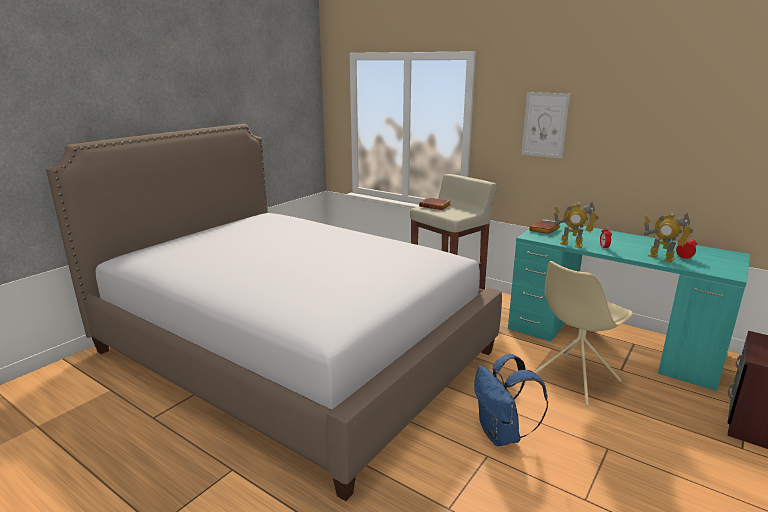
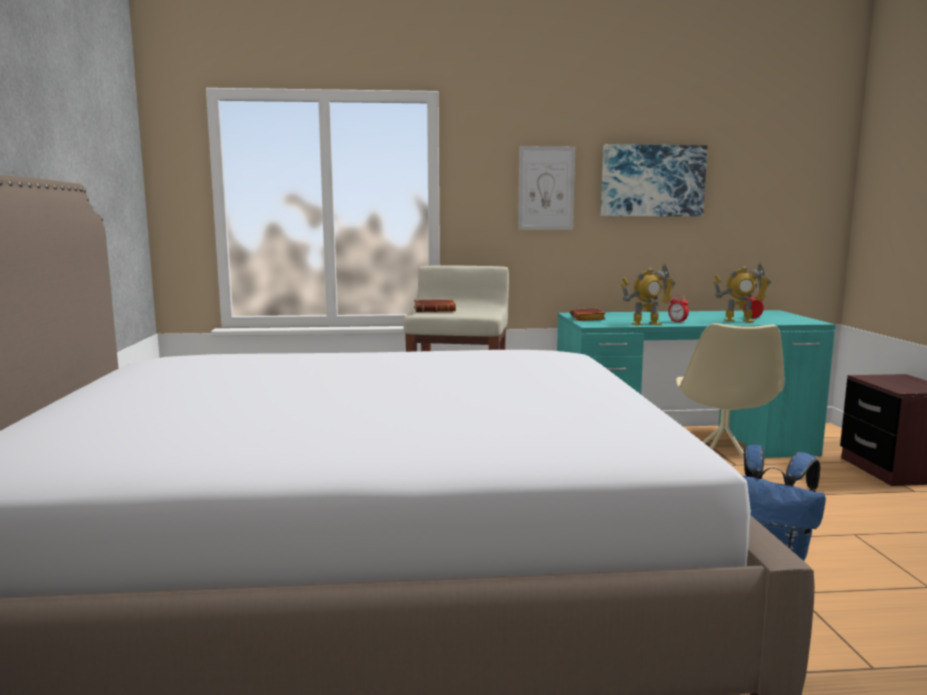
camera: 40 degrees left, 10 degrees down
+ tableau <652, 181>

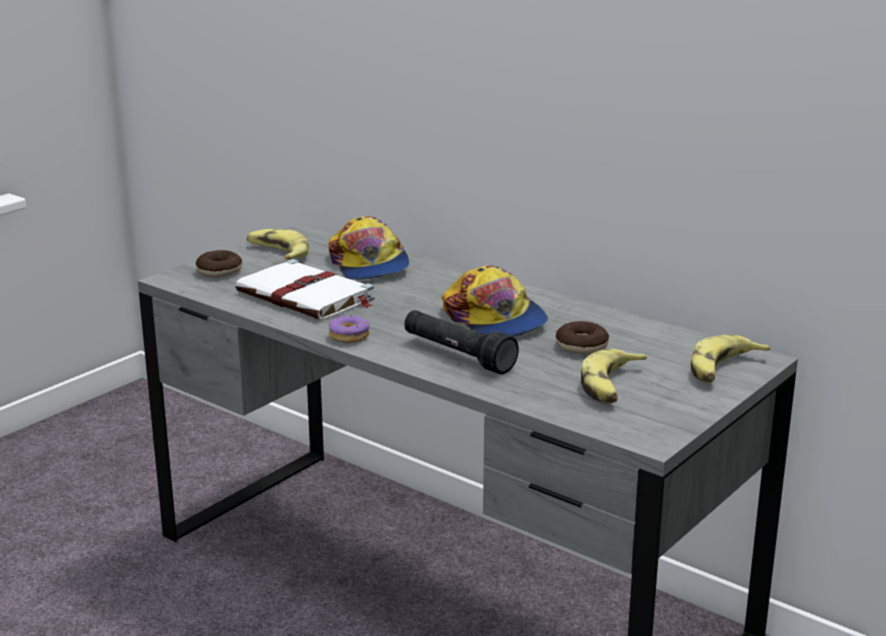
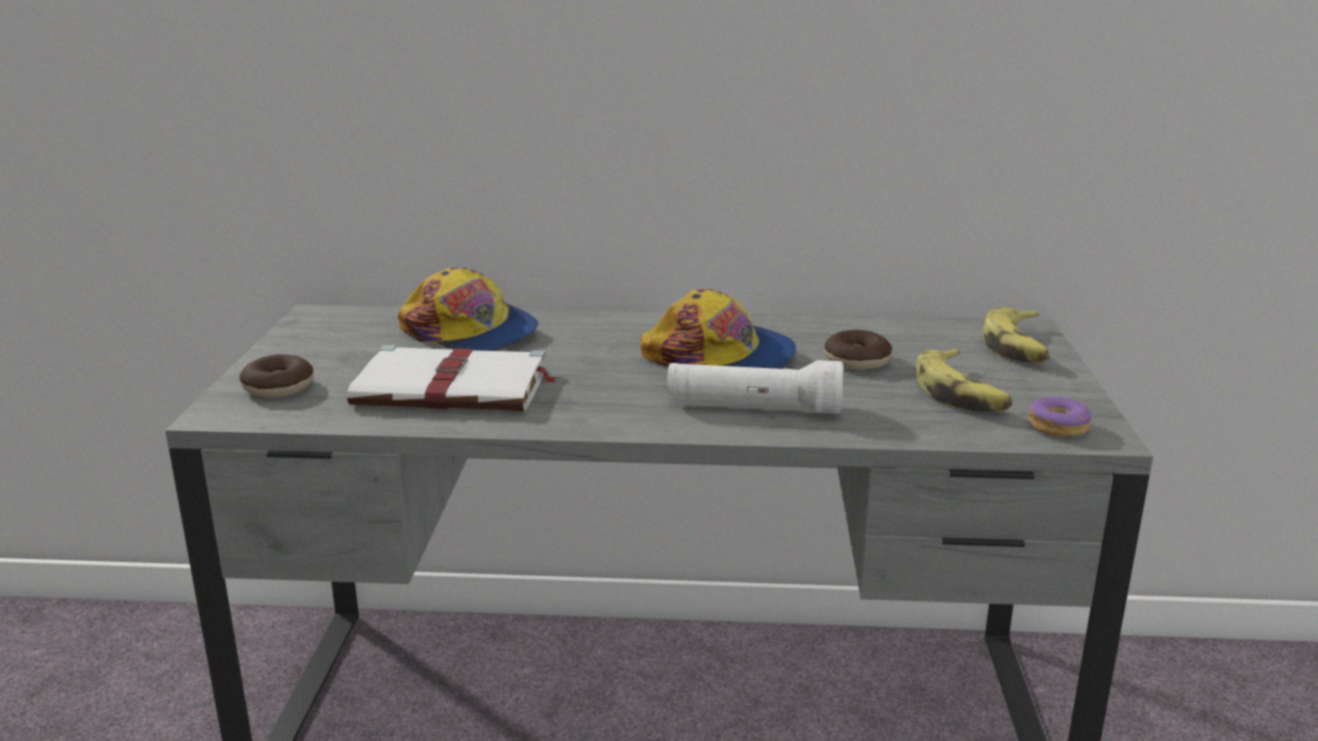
camera: 35 degrees left, 0 degrees up
~ lampe de poche (noir) <457, 355> to lampe de poche (blanc) <753, 407>
~ beignet <349, 336> to <1058, 427>
- banane <278, 253>

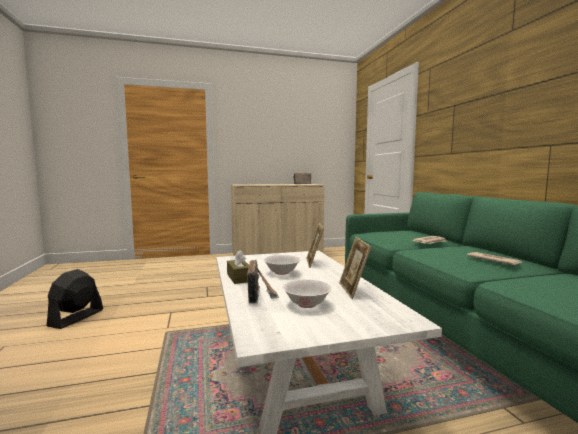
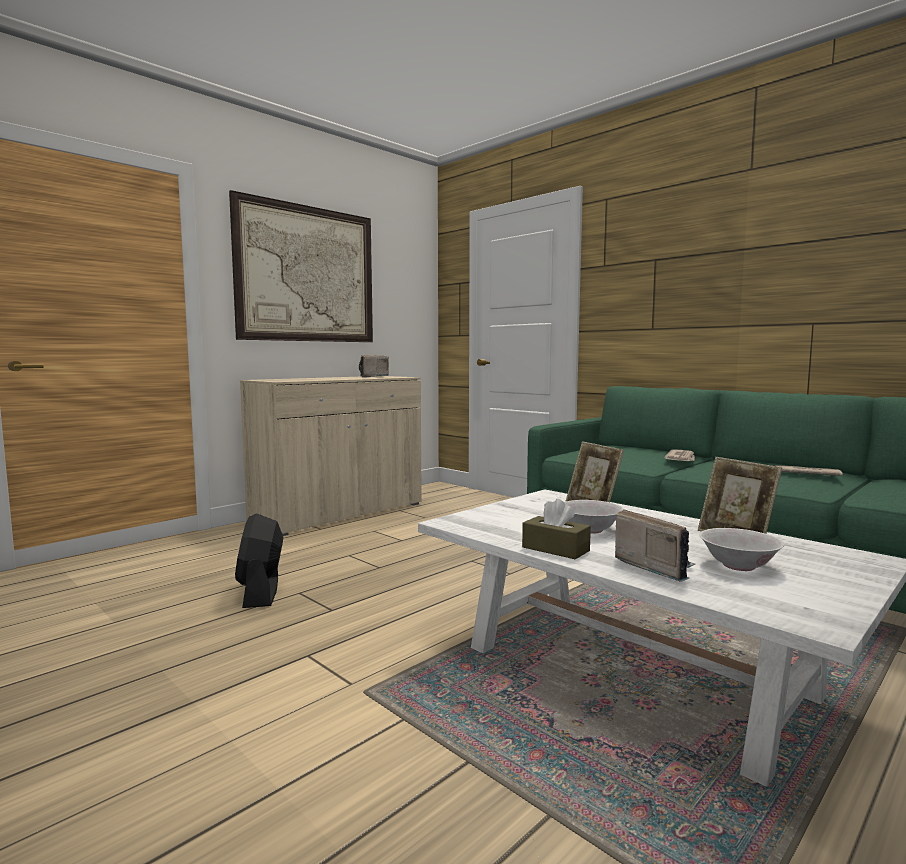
camera: 30 degrees left, 0 degrees up
+ tableau <307, 274>
~ ventilateur (noir) <76, 318> to <261, 592>

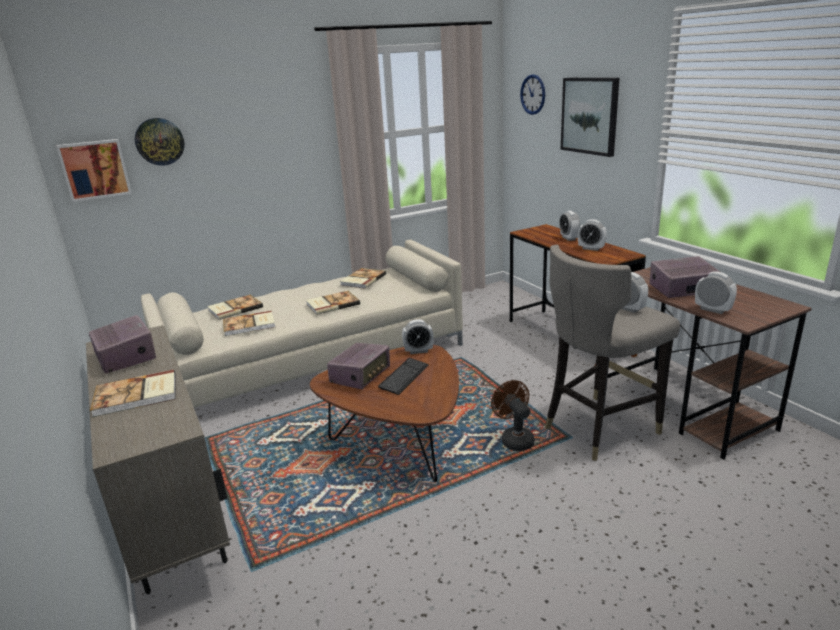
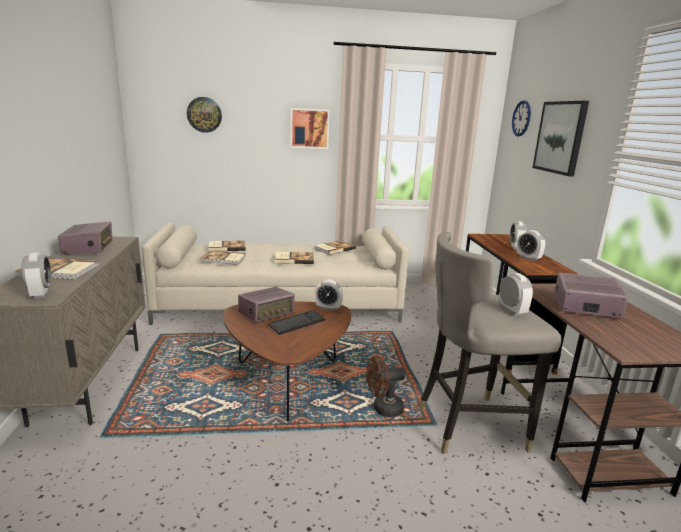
camera: 20 degrees right, 5 degrees down
~ réveil <712, 310> to <40, 294>
~ tableau <95, 169> to <309, 128>
~ ventilateur (marron) <514, 439> = <383, 409> 105 degrees counterclockwise

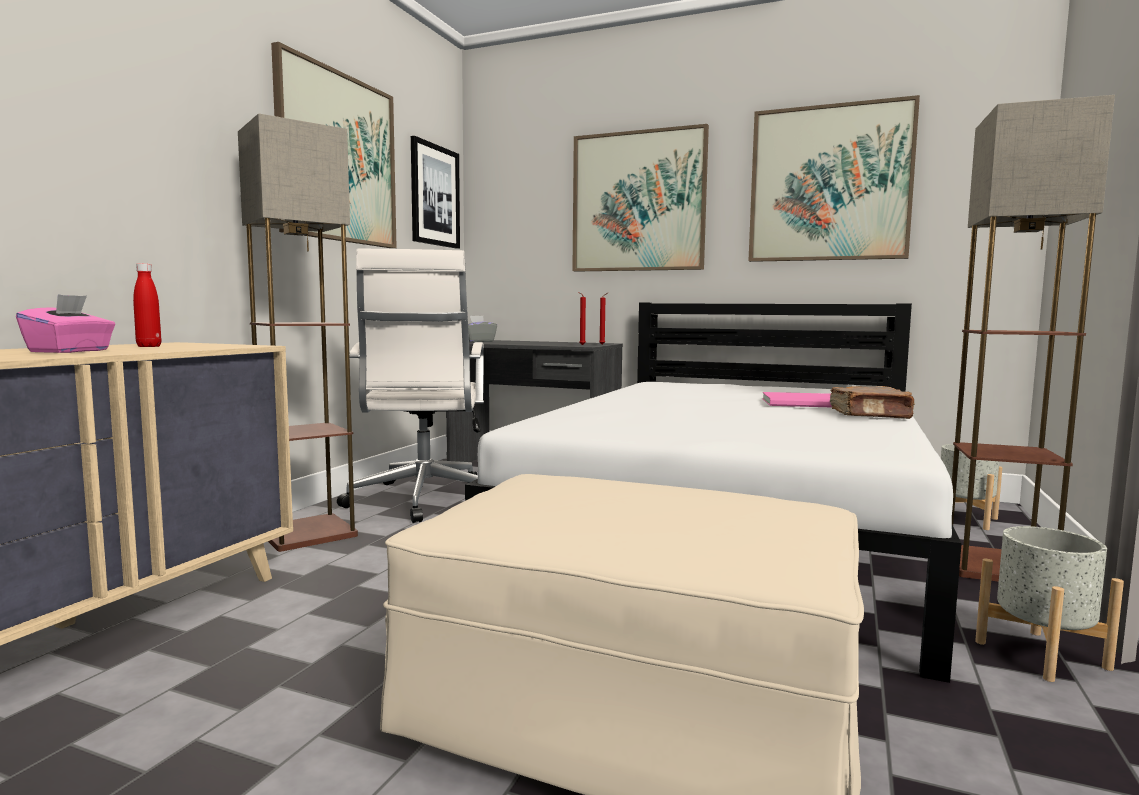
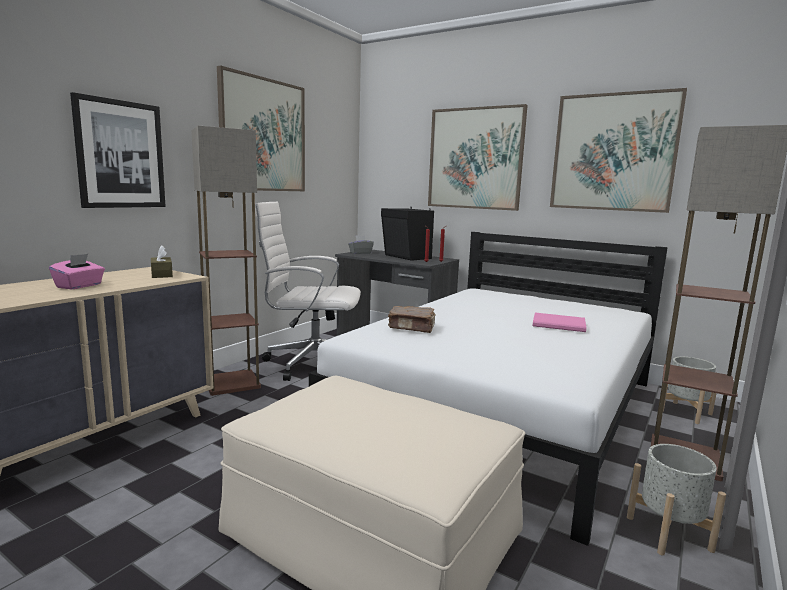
camera: 10 degrees right, 5 degrees up
~ tableau <434, 195> to <120, 154>
+ boîte à mouchoirs (marron) <162, 274>
~ chaise de bureau (blanc) <423, 501> = <311, 363> 90 degrees clockwise
+ enceinte (noir) <406, 257>
~ livre (marron) <871, 415> to <412, 327>
- bouteille (rouge) <149, 346>

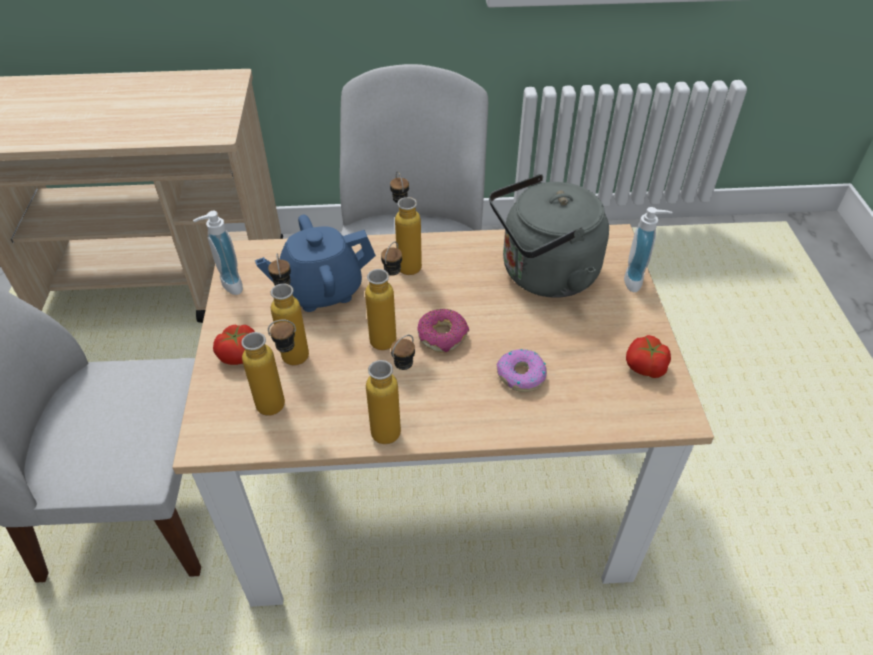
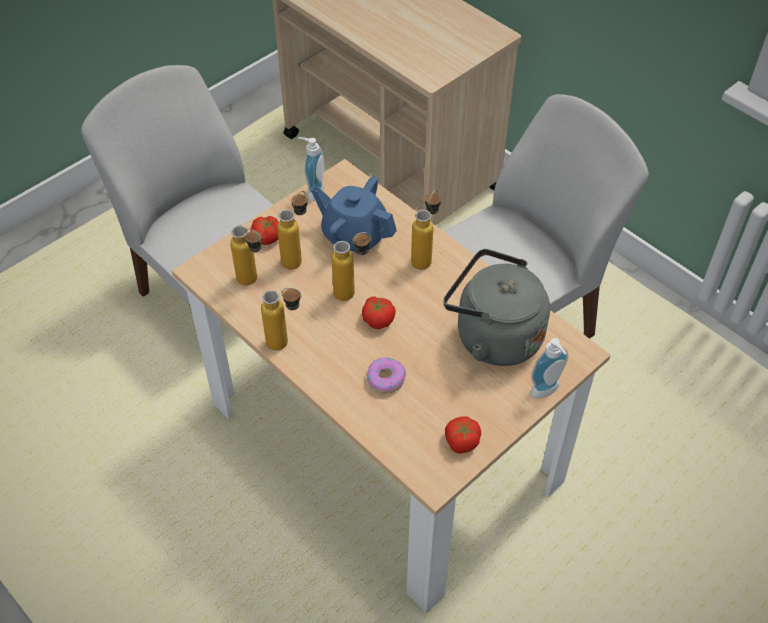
camera: 50 degrees right, 5 degrees up
~ beignet <442, 336> to tomate <378, 319>

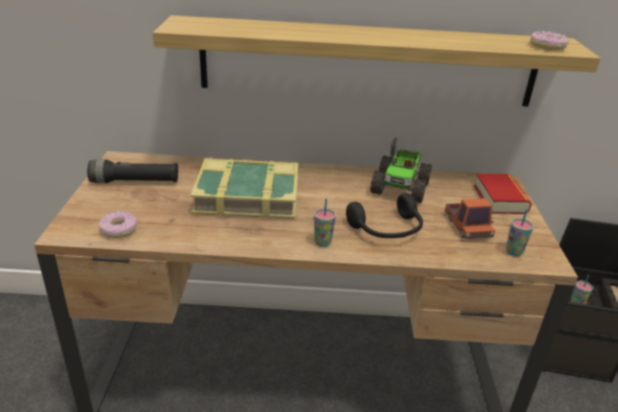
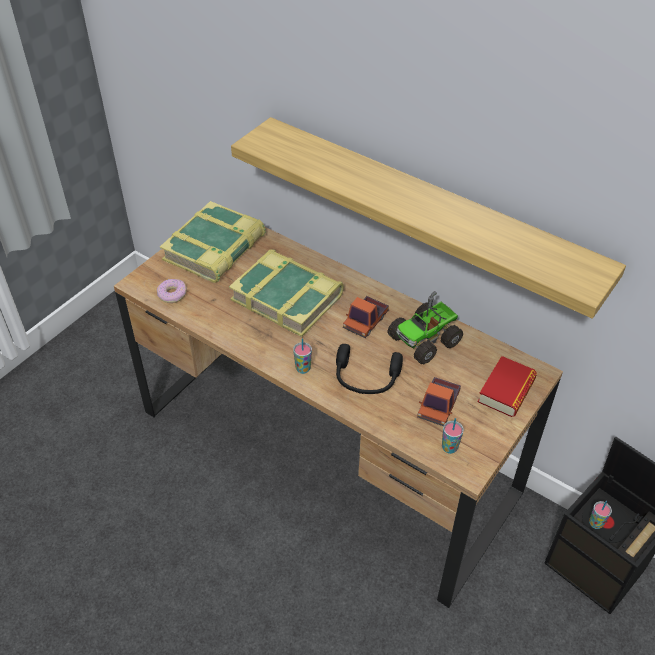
camera: 35 degrees right, 15 degrees up
~ lampe de poche (noir) <135, 182> to livre <215, 249>
+ camion jouet <365, 321>
- beignet <547, 46>

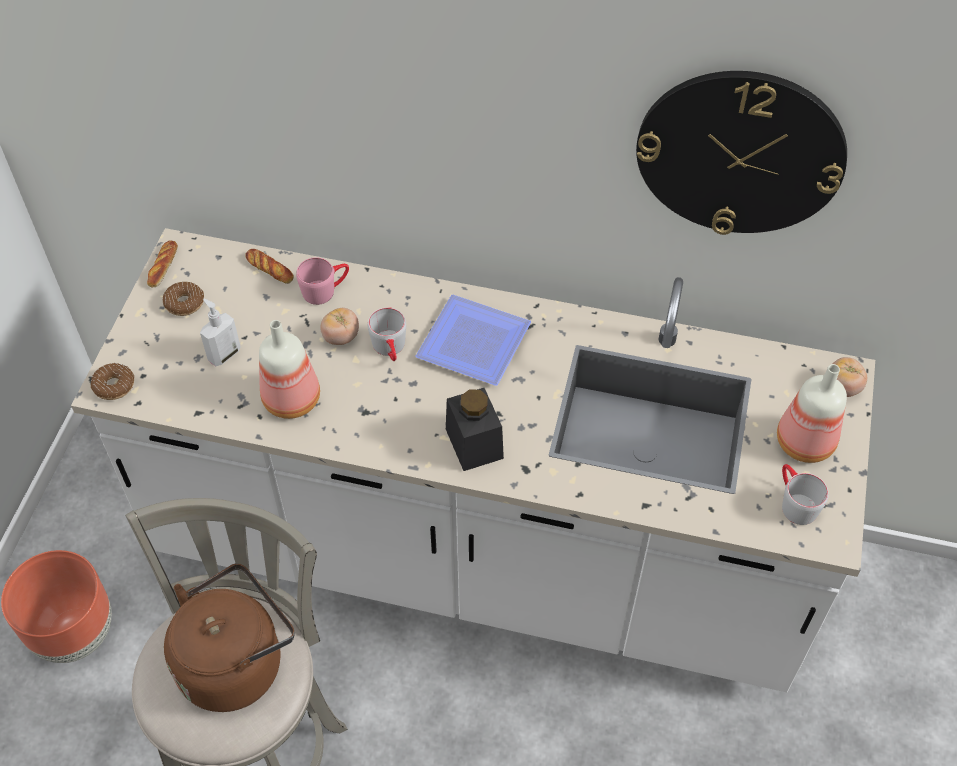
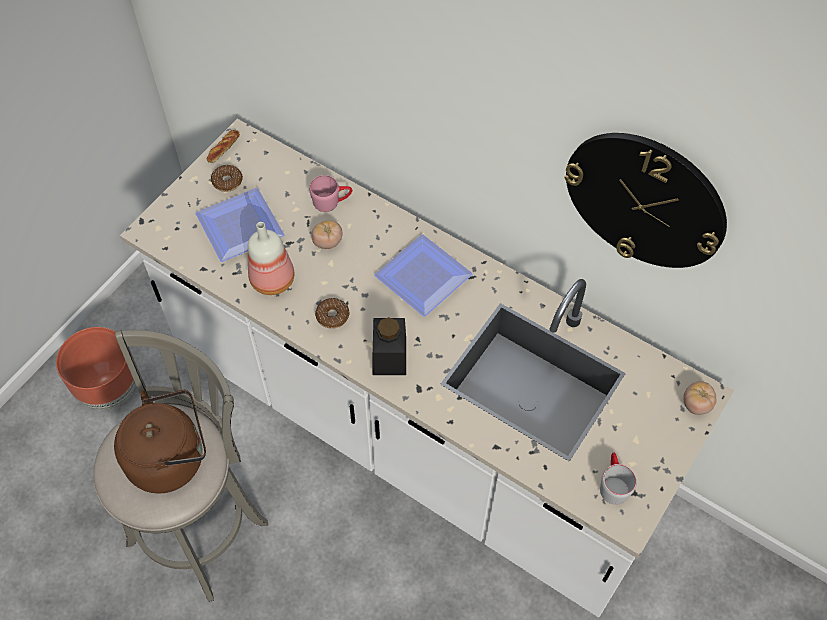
camera: 20 degrees right, 5 degrees up
~ distributeur de savon <224, 354> to assiette <239, 229>
~ beignet <114, 386> to <332, 316>
- pain <270, 269>
- mug (gris) <390, 349>
- bouteille <803, 444>

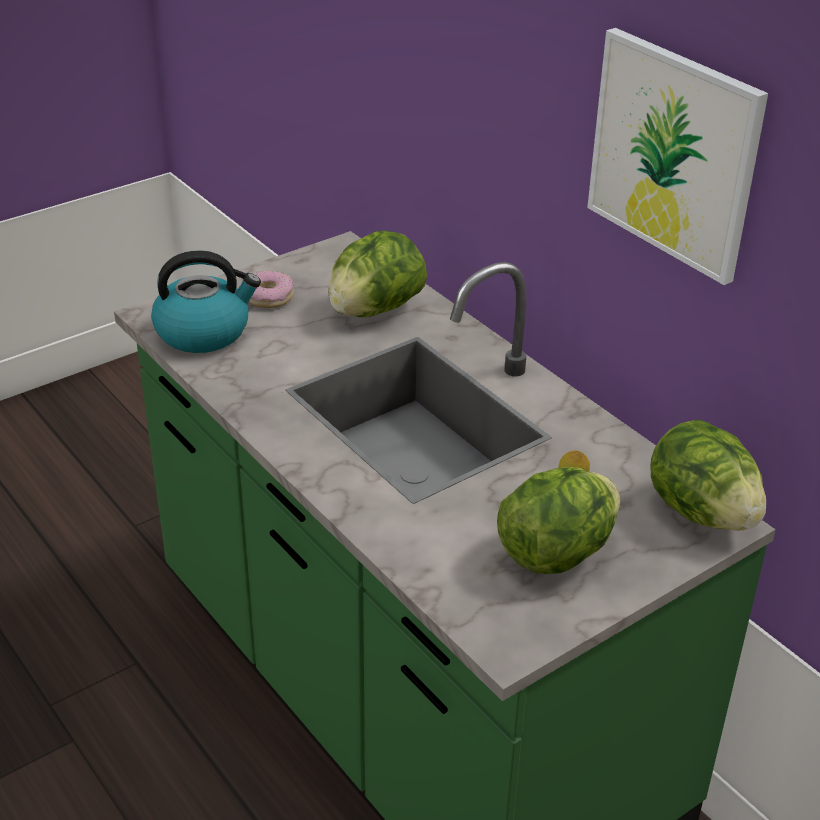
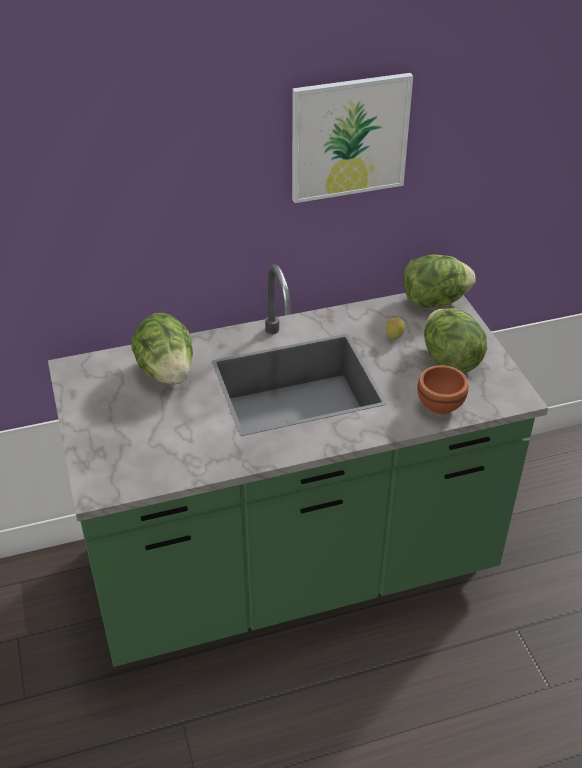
camera: 70 degrees left, 5 degrees up
+ bol (marron) <439, 405>
- bouilloire <204, 332>
- beignet <269, 297>

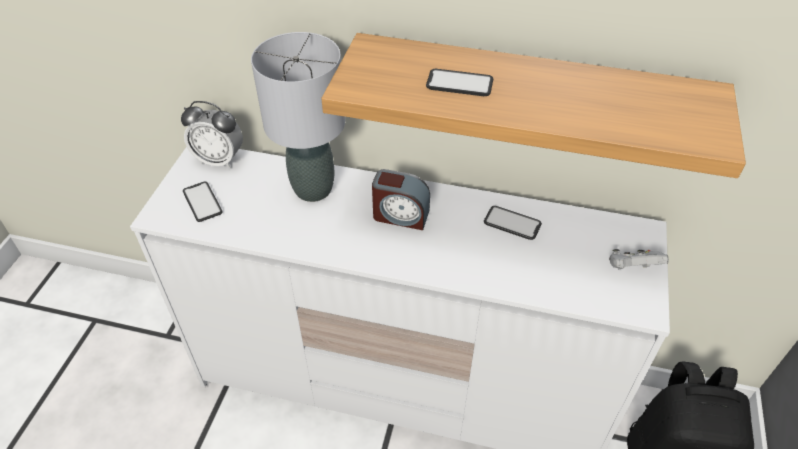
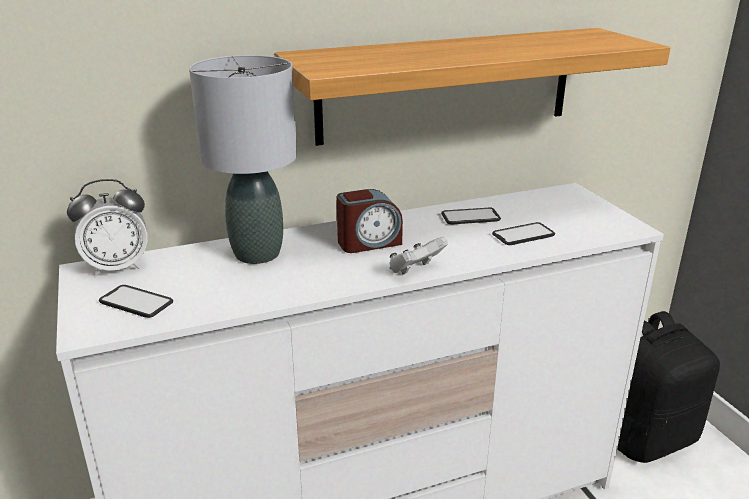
camera: 35 degrees left, 20 degrees down
~ manette (blanc) <631, 269> to <415, 270>
~ téléphone <459, 83> to <523, 235>

